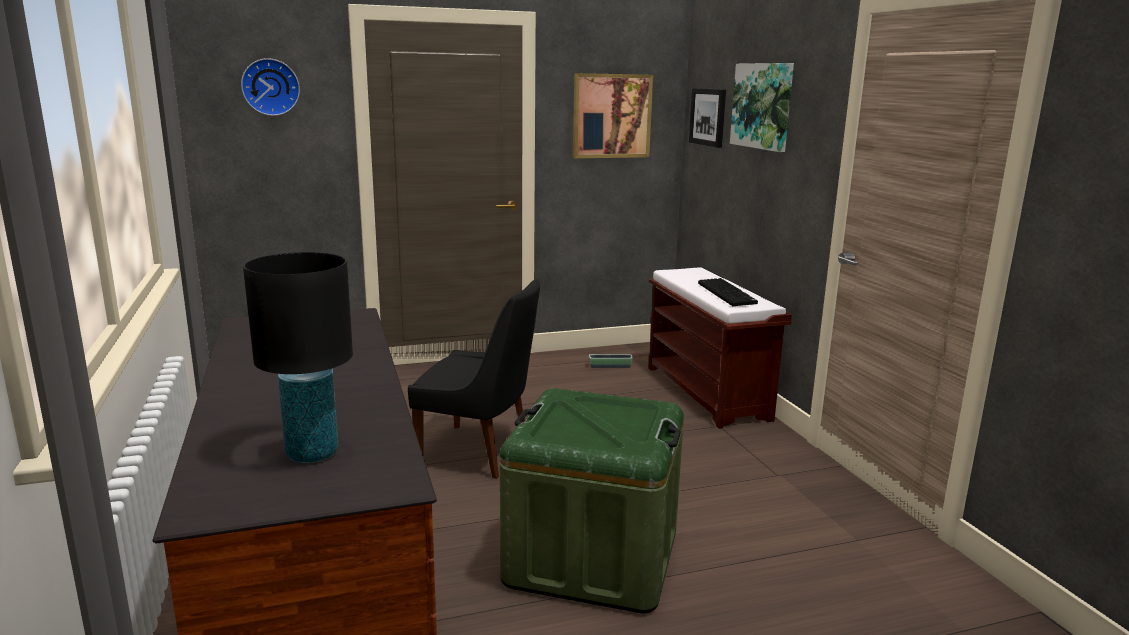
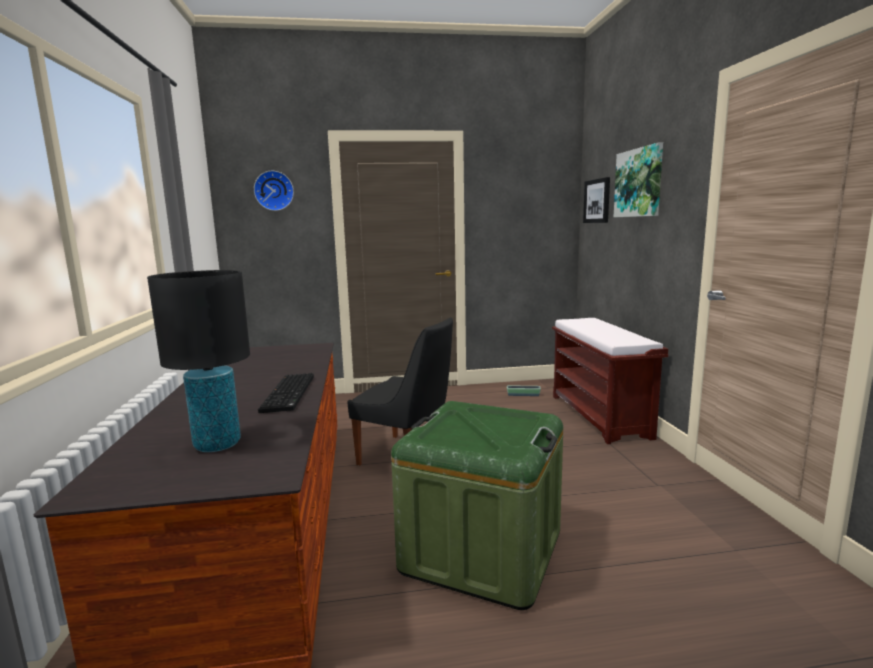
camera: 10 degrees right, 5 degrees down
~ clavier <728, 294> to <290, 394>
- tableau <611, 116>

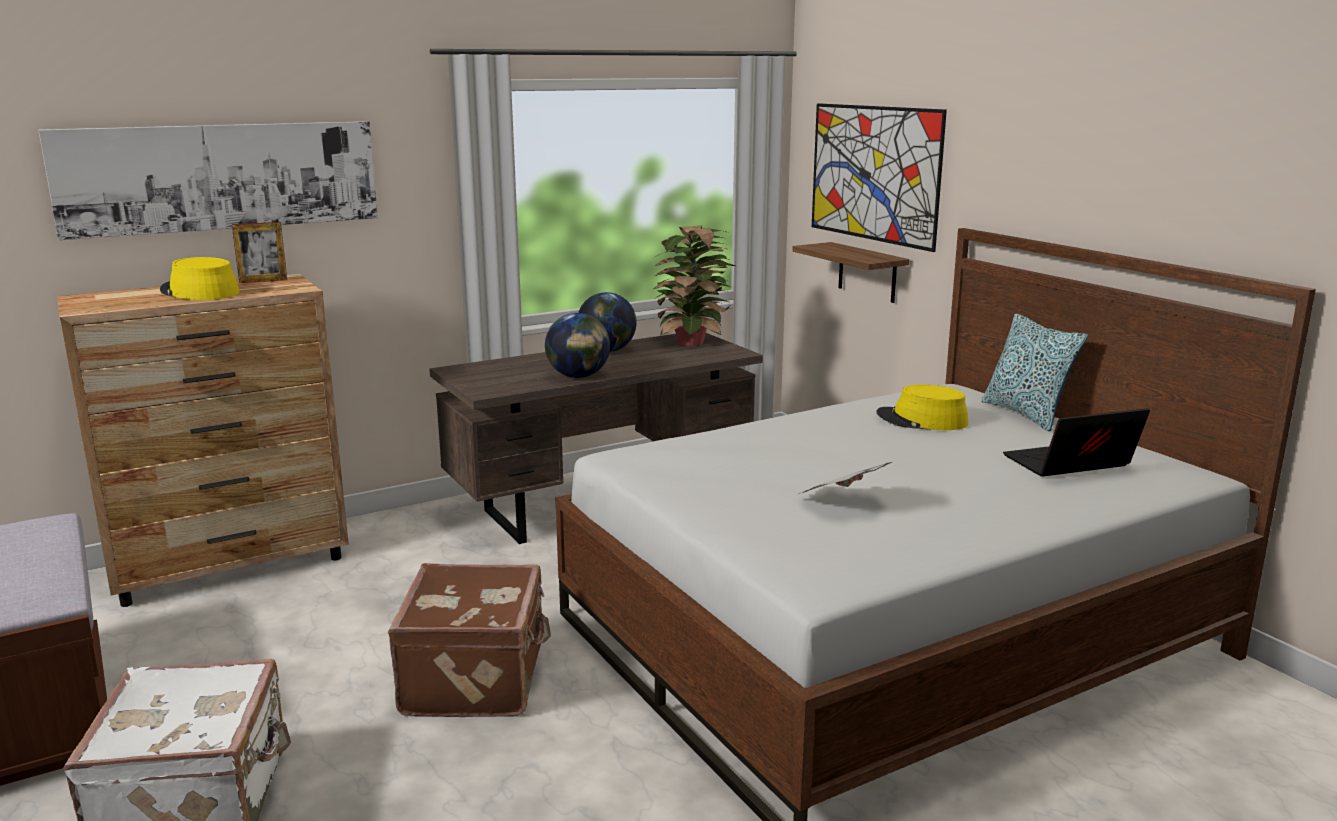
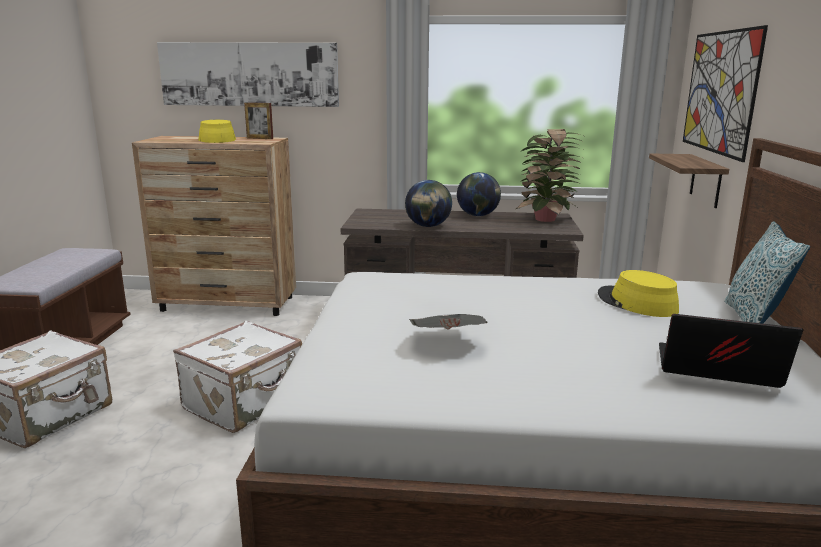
camera: 35 degrees right, 0 degrees up
~ valise (marron) <477, 679> to valise (blanc) <245, 403>

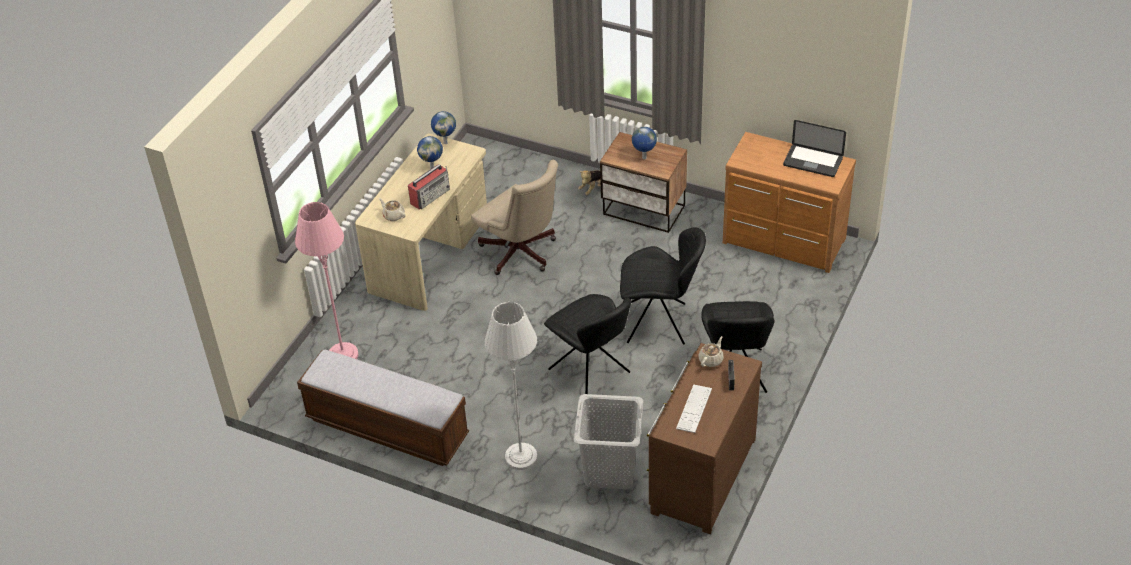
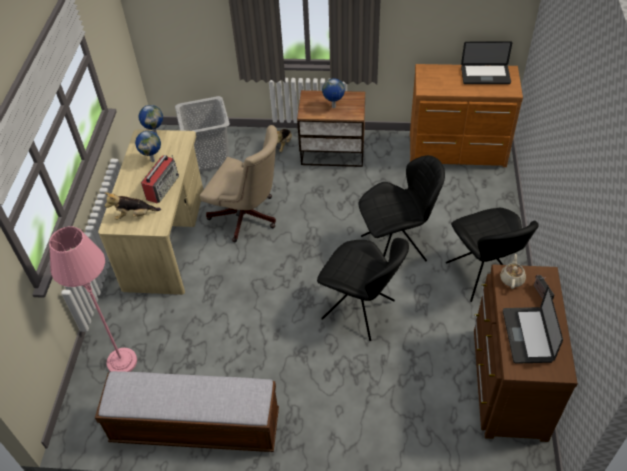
camera: 20 degrees left, 5 degrees up
~ théière (beige) <393, 215> to peluche <134, 215>
~ panier à linge (gris) <609, 470> to <210, 158>
~ clavier <694, 409> to ordinateur portable <527, 336>
- lampadaire (gris) <521, 457>

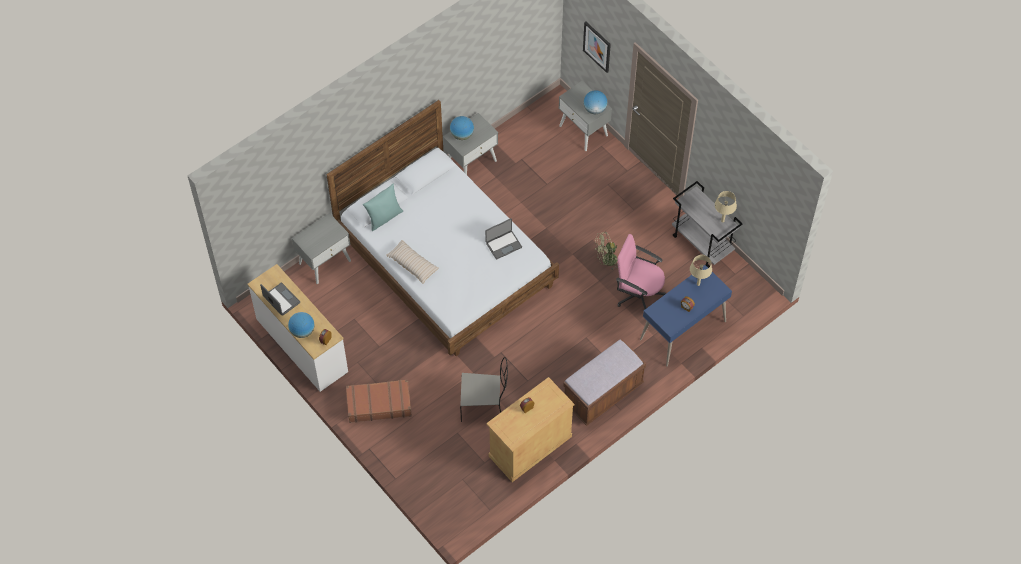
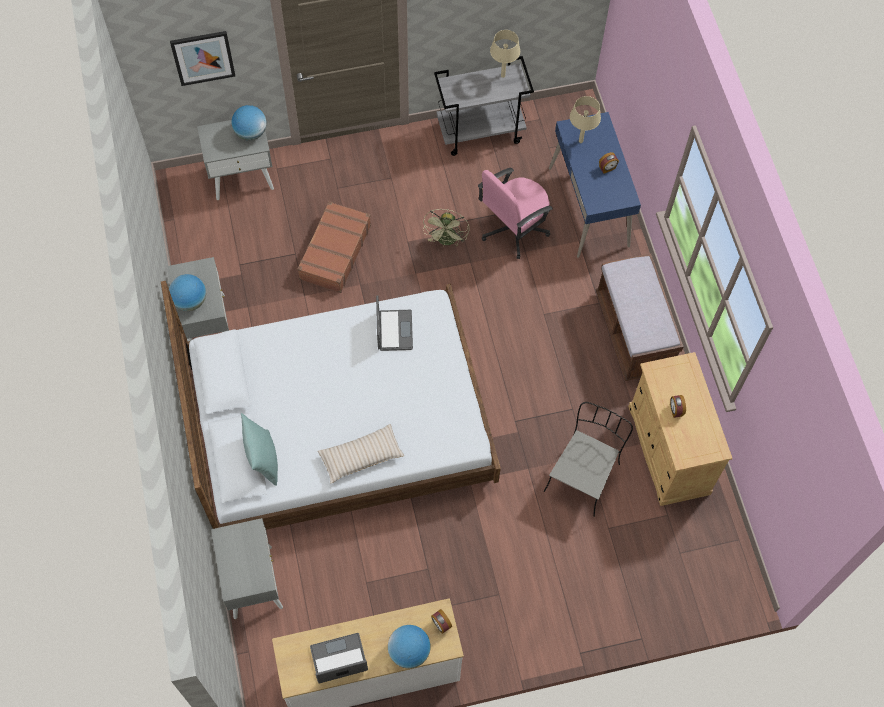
camera: 65 degrees left, 5 degrees up
~ valise (marron) <379, 404> to <334, 252>

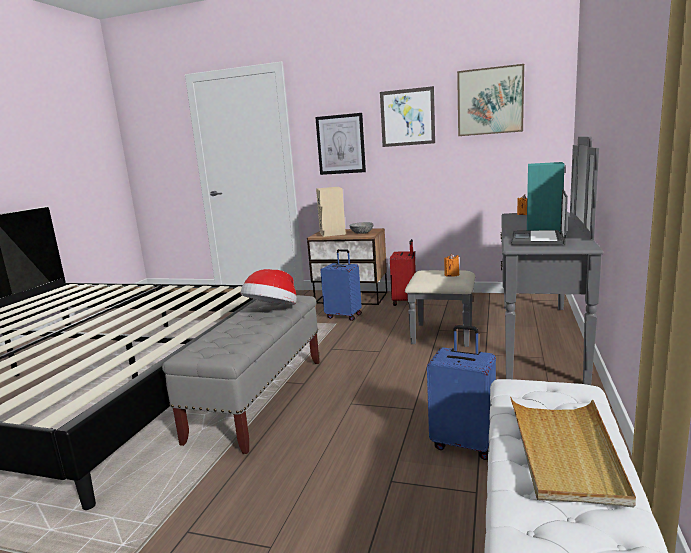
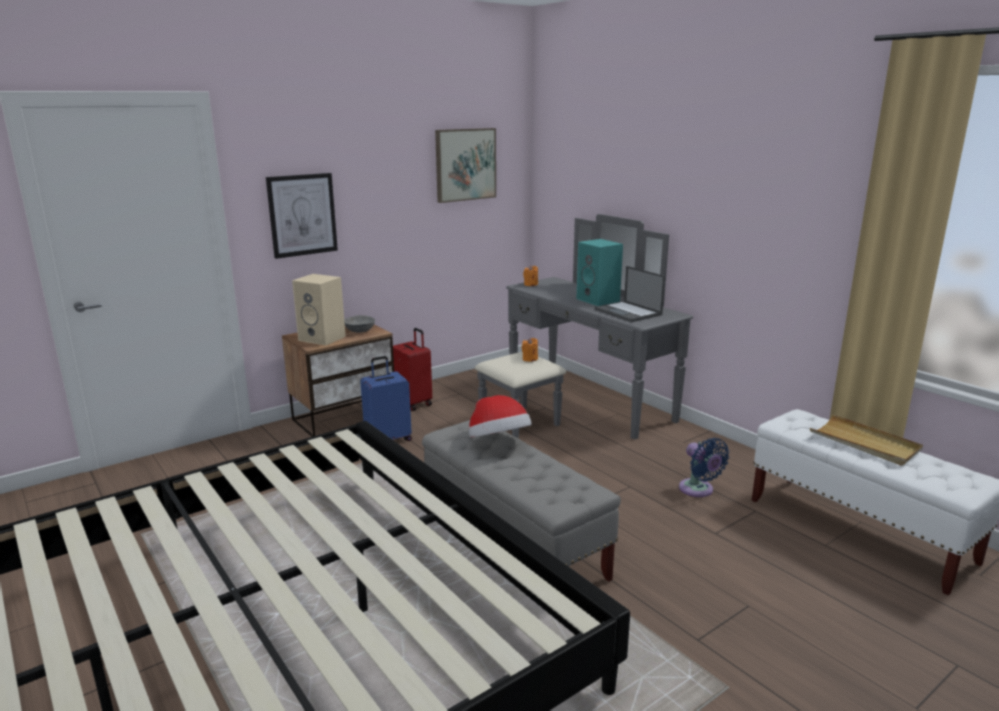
camera: 55 degrees left, 5 degrees up
~ valise (bleu) <464, 443> to ventilateur (bleu) <698, 490>
- tableau <407, 117>

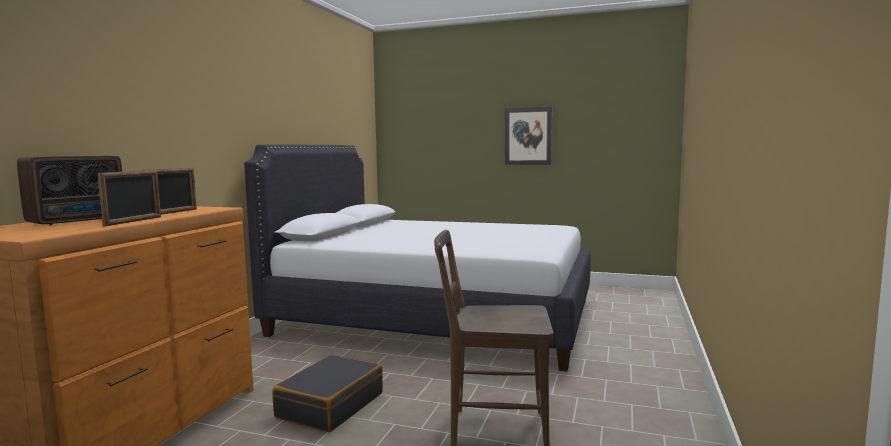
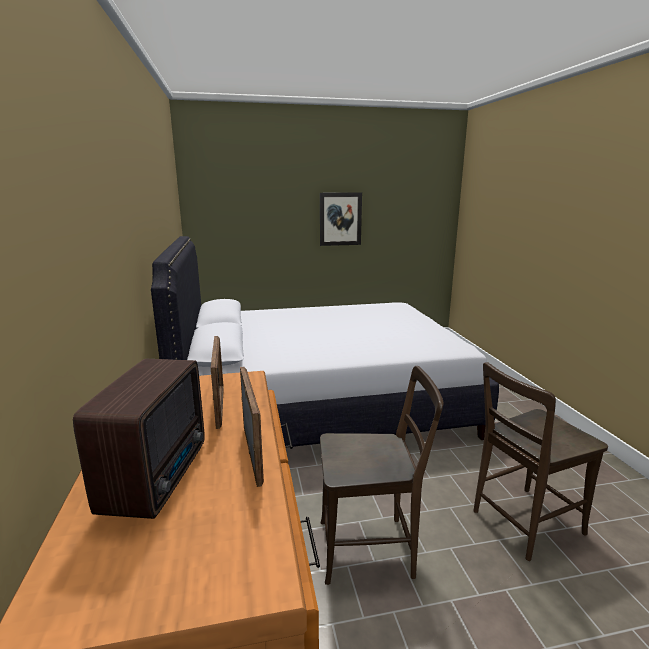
camera: 30 degrees left, 10 degrees up
~ valise (noir) <330, 405> to chaise (marron) <371, 548>

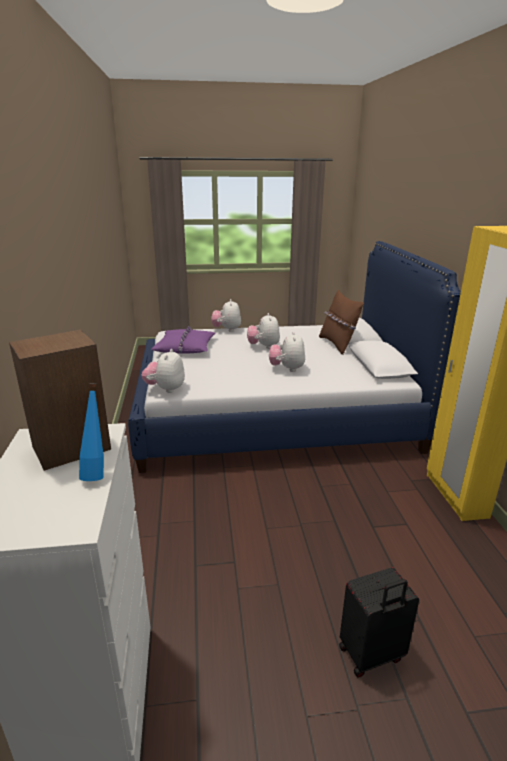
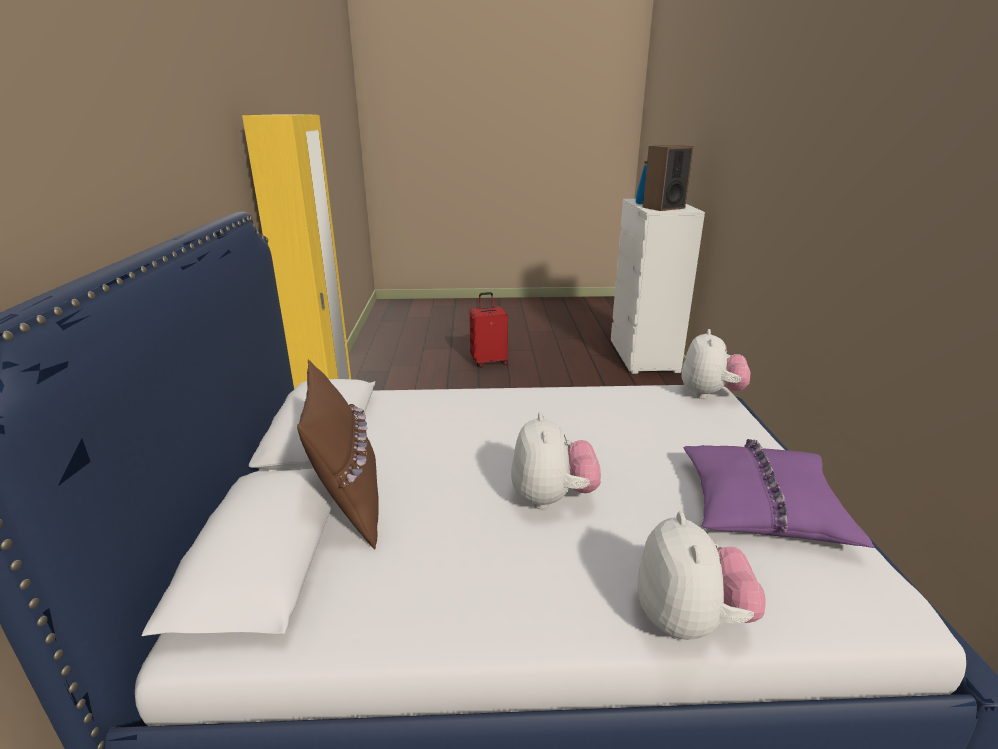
camera: 175 degrees left, 0 degrees up
~ valise (noir) <371, 655> to valise (rouge) <489, 362>
- peluche <287, 369>

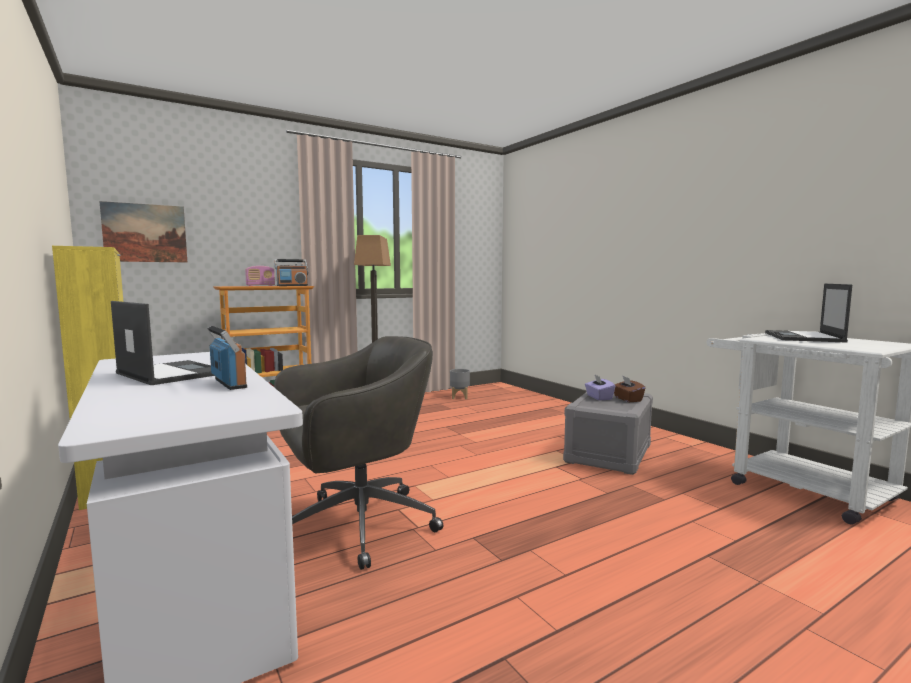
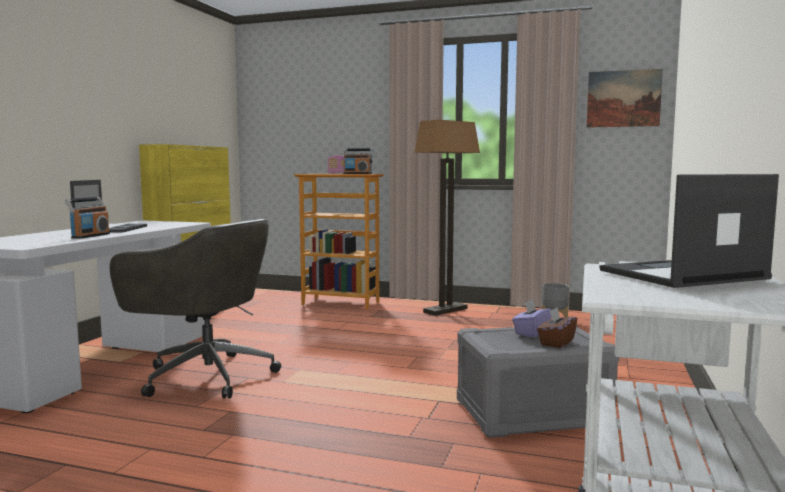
camera: 50 degrees right, 0 degrees up
~ tableau <145, 233> to <623, 98>

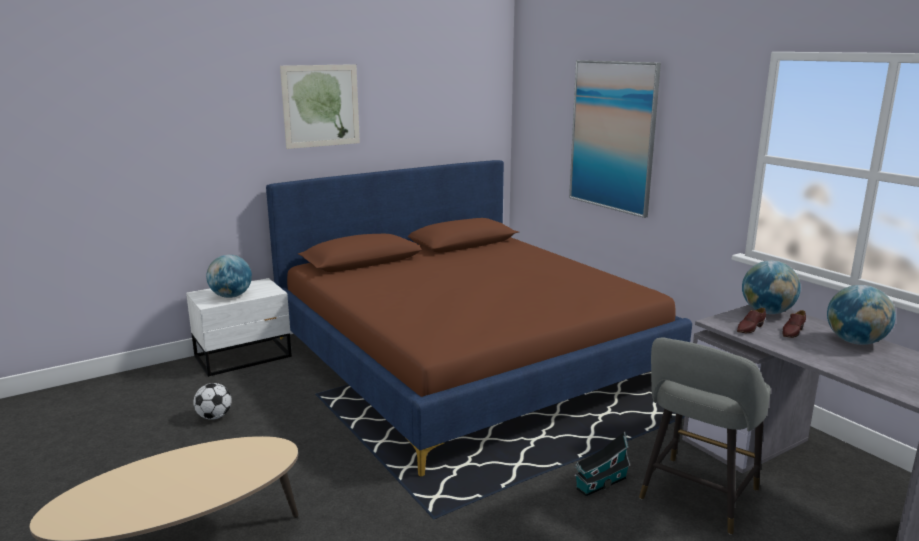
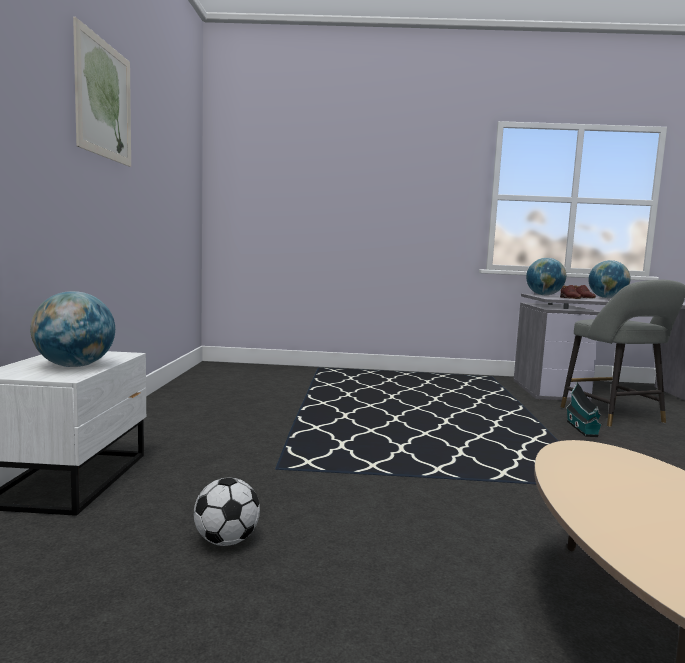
camera: 55 degrees left, 10 degrees down
- lit (marron) <467, 358>
- tableau <612, 136>

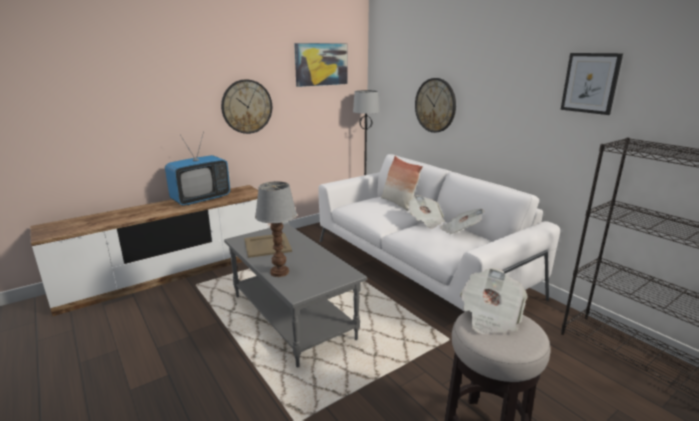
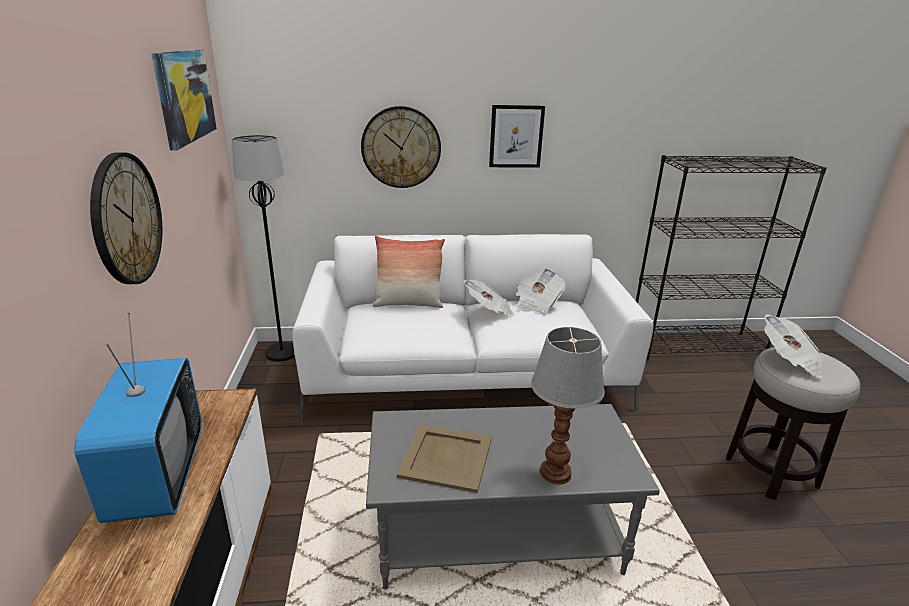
camera: 60 degrees left, 5 degrees up
~ tableau <590, 83> to <516, 136>

